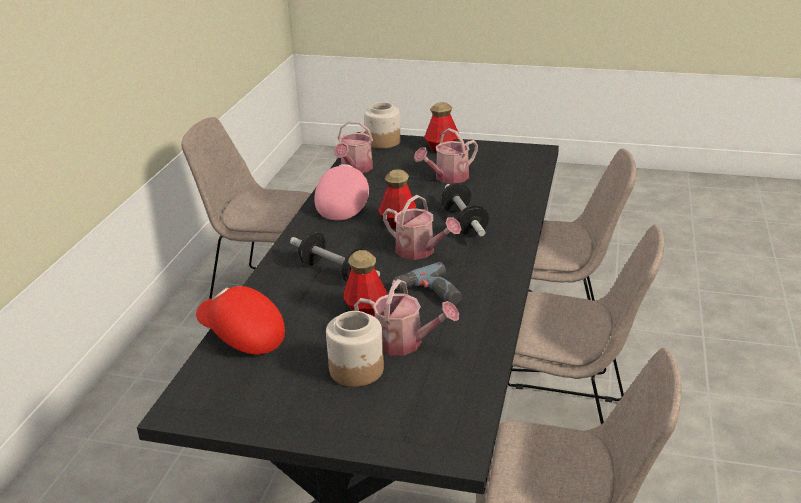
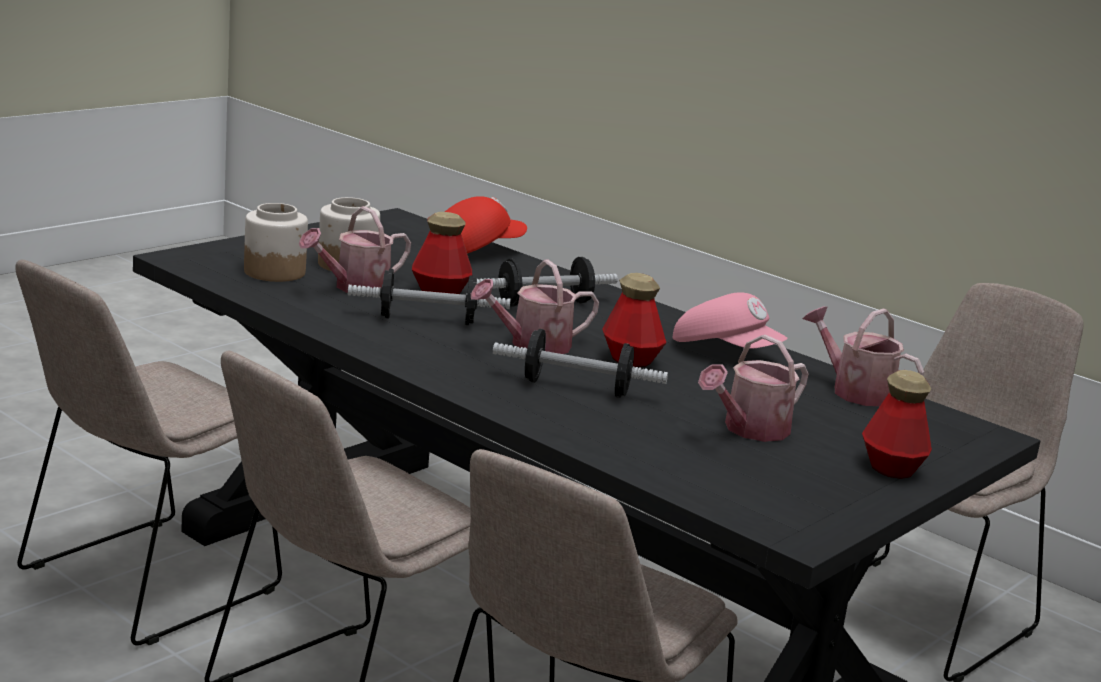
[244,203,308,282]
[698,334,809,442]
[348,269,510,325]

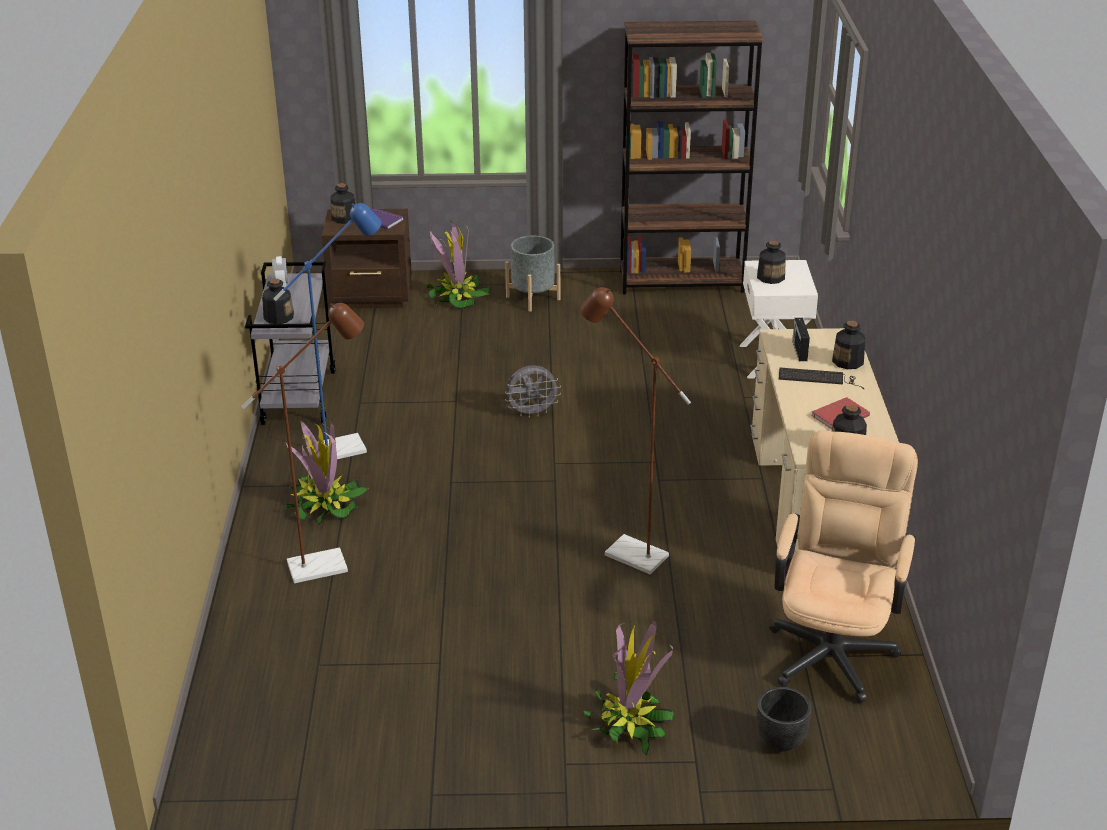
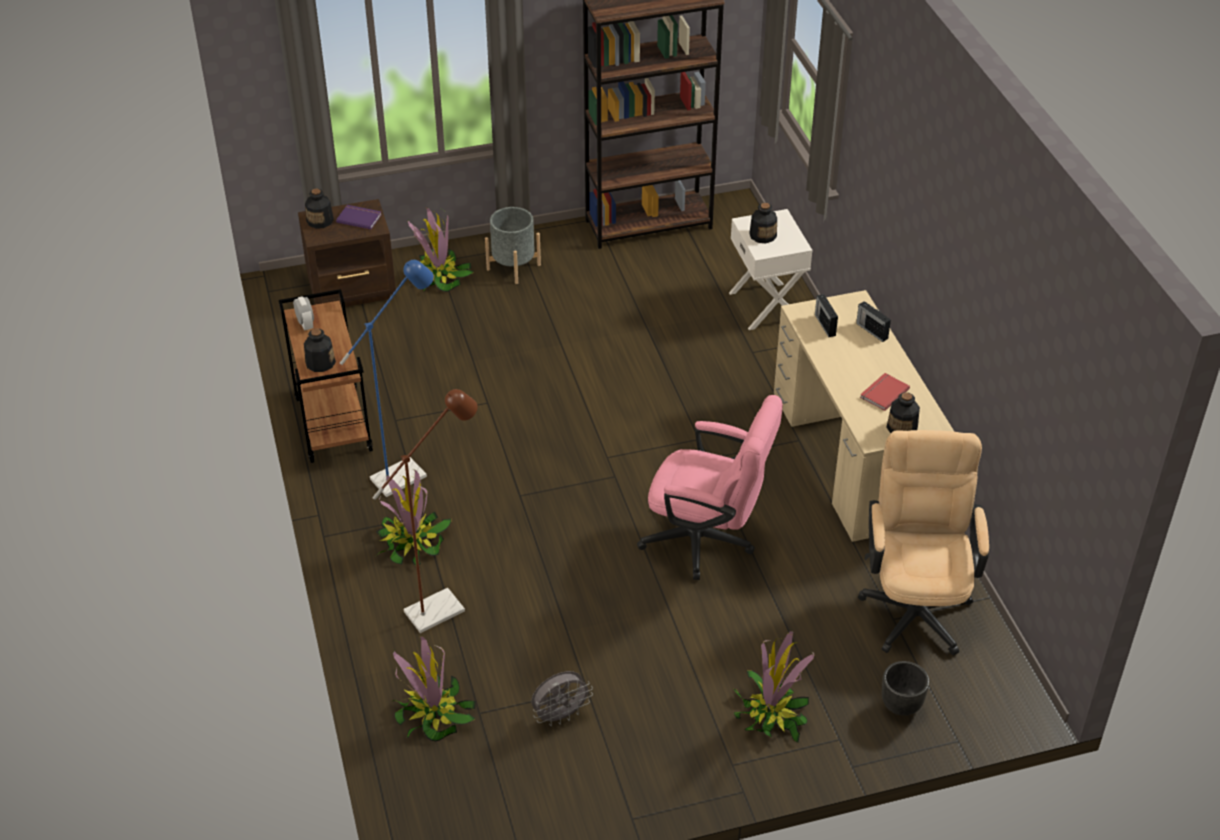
[279,289,373,463]
[637,395,783,580]
[856,301,891,342]
[531,671,593,726]
[779,367,864,389] (first image)
[393,636,476,742]

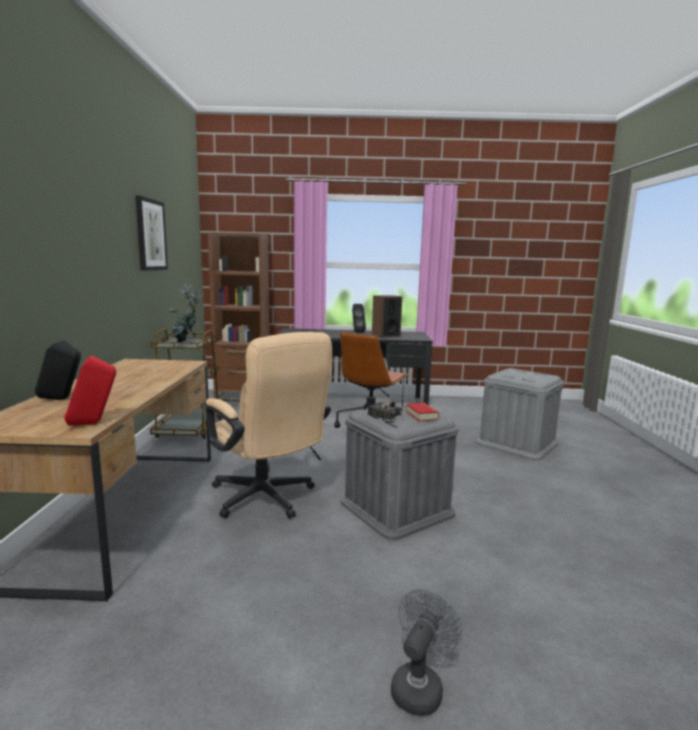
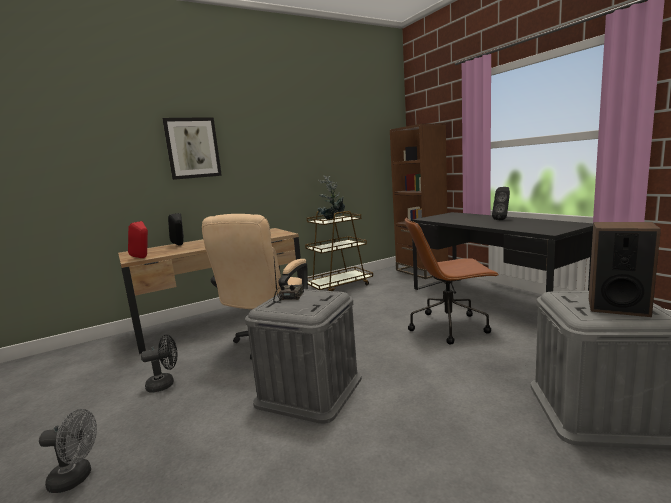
[162,117,222,180]
[589,222,661,317]
[406,403,439,421] (first image)
[141,334,177,393]

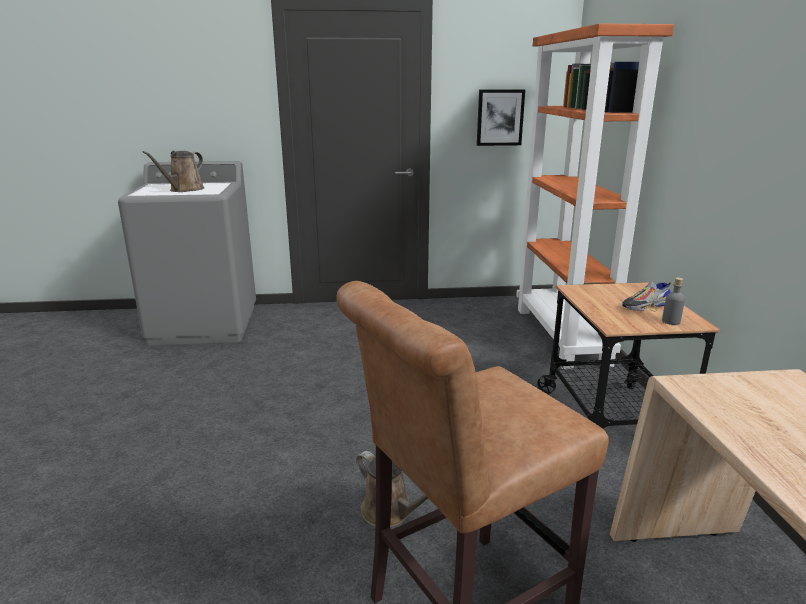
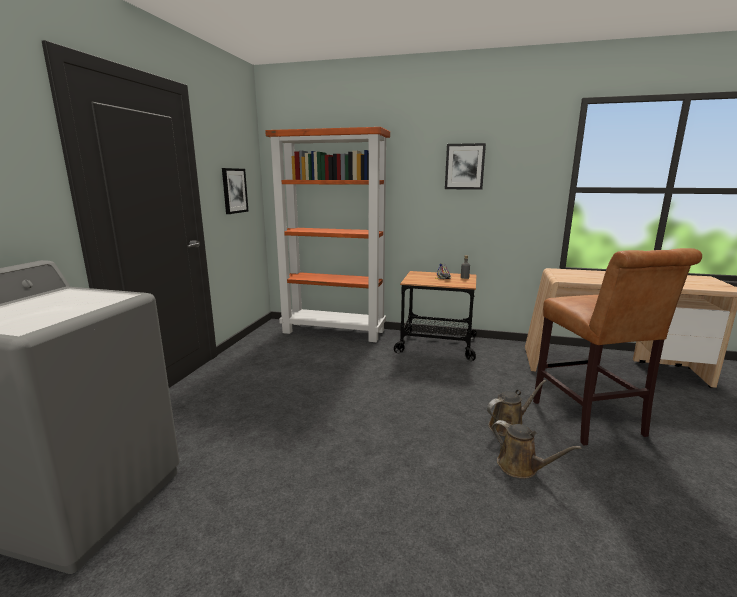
[491,420,582,479]
[445,143,486,190]

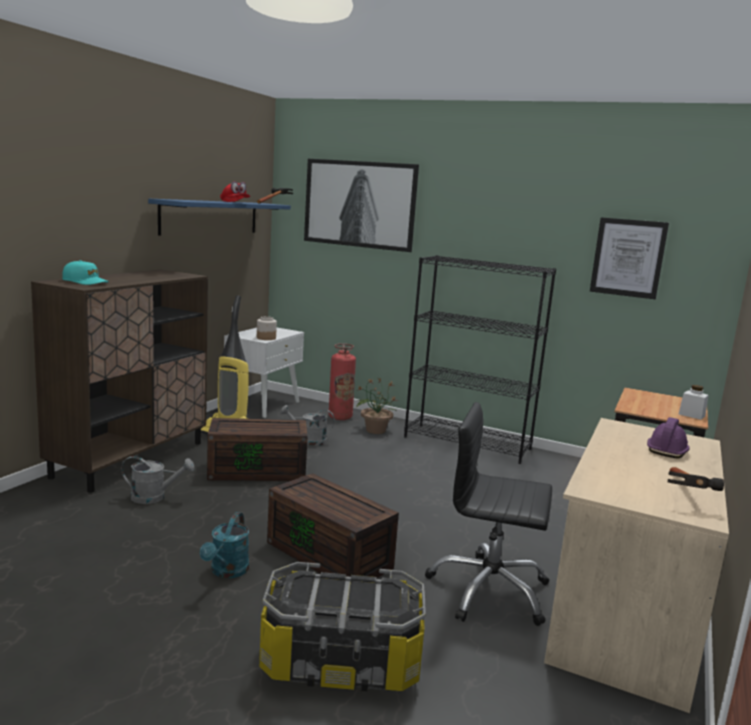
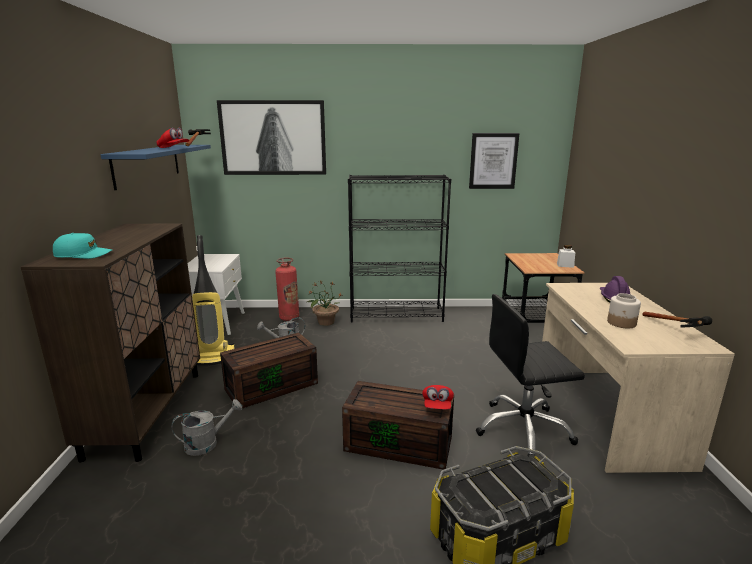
[607,293,641,328]
[200,512,249,578] (first image)
[422,385,454,409]

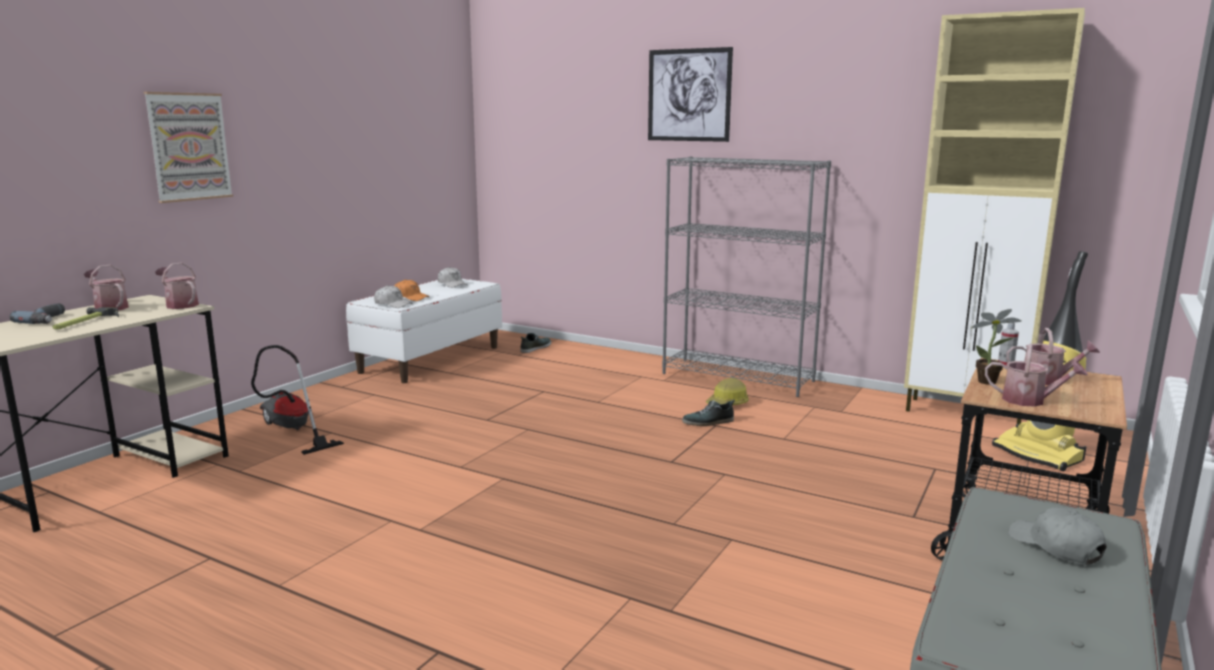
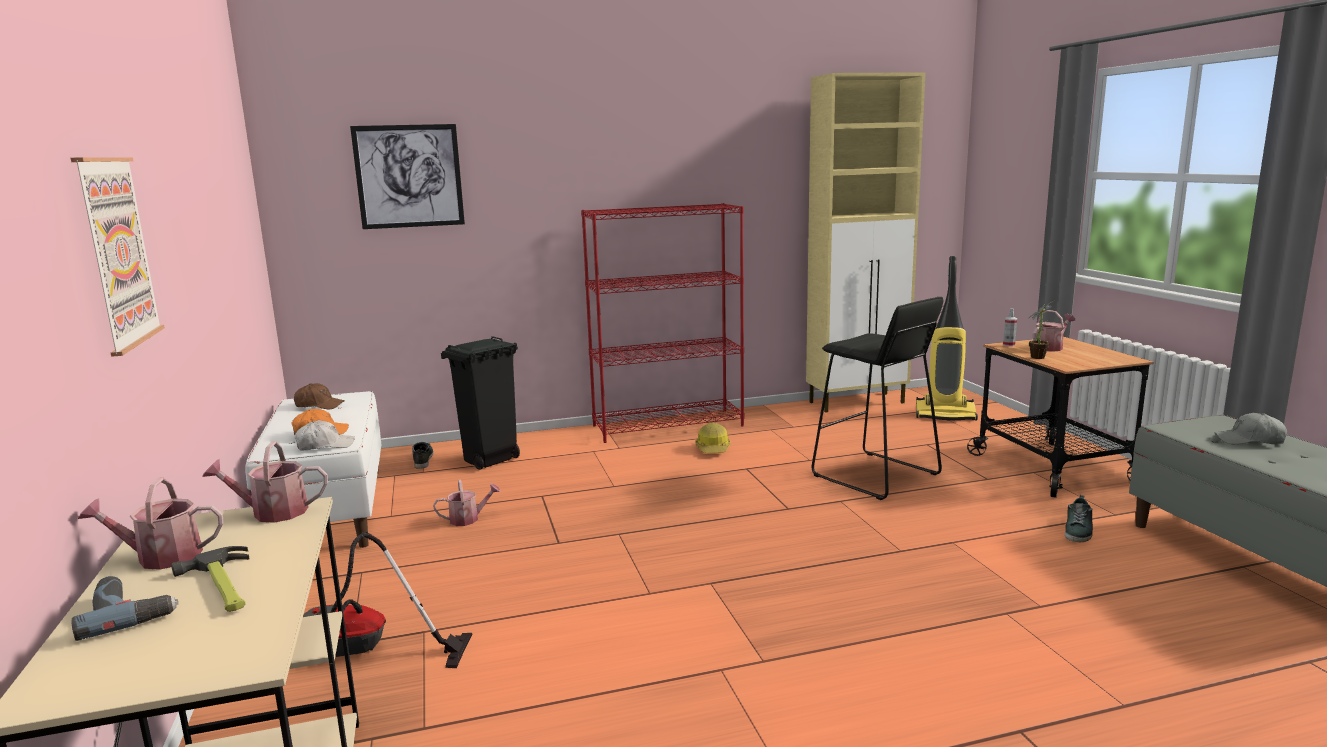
[350,124,465,229]
[581,203,744,443]
[294,383,345,409]
[433,479,501,526]
[1065,495,1093,542]
[812,297,943,500]
[441,336,520,470]

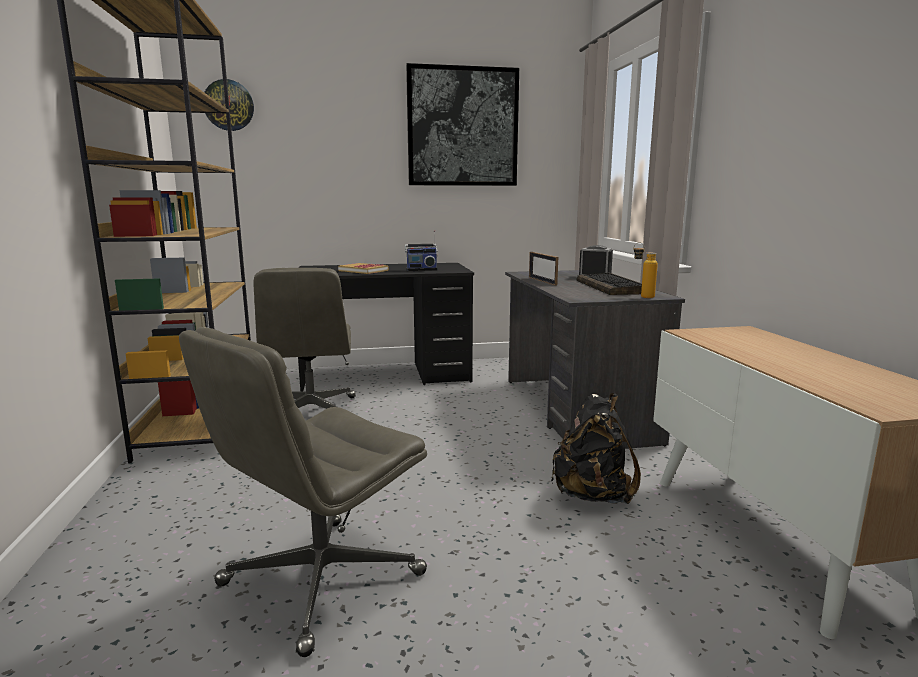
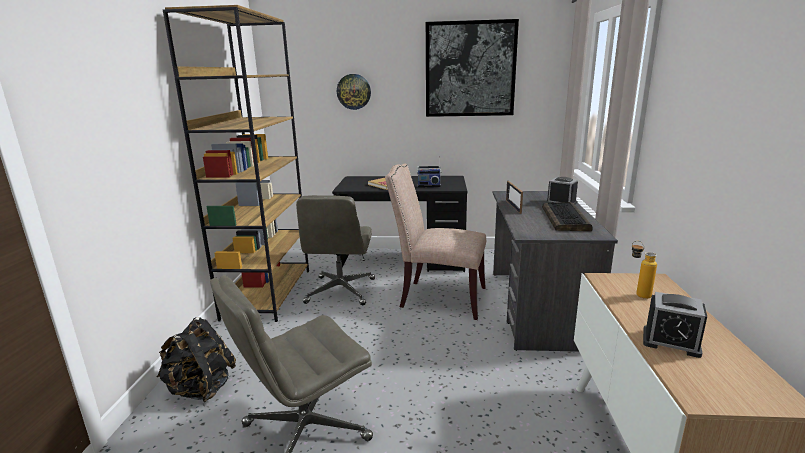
[337,74,371,110]
[632,241,657,299]
[157,317,236,402]
[385,164,486,320]
[643,292,707,358]

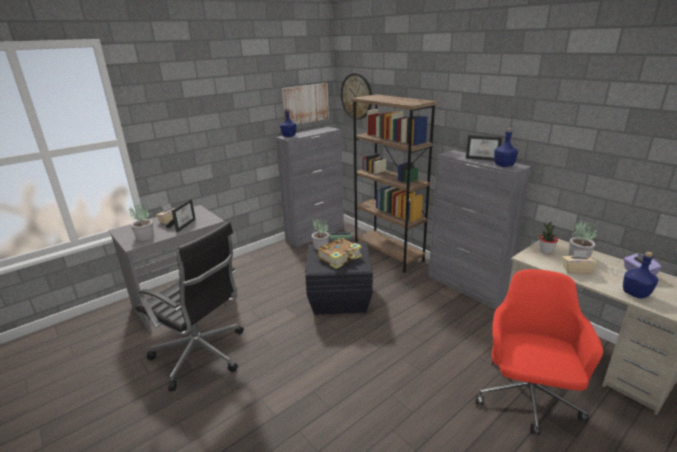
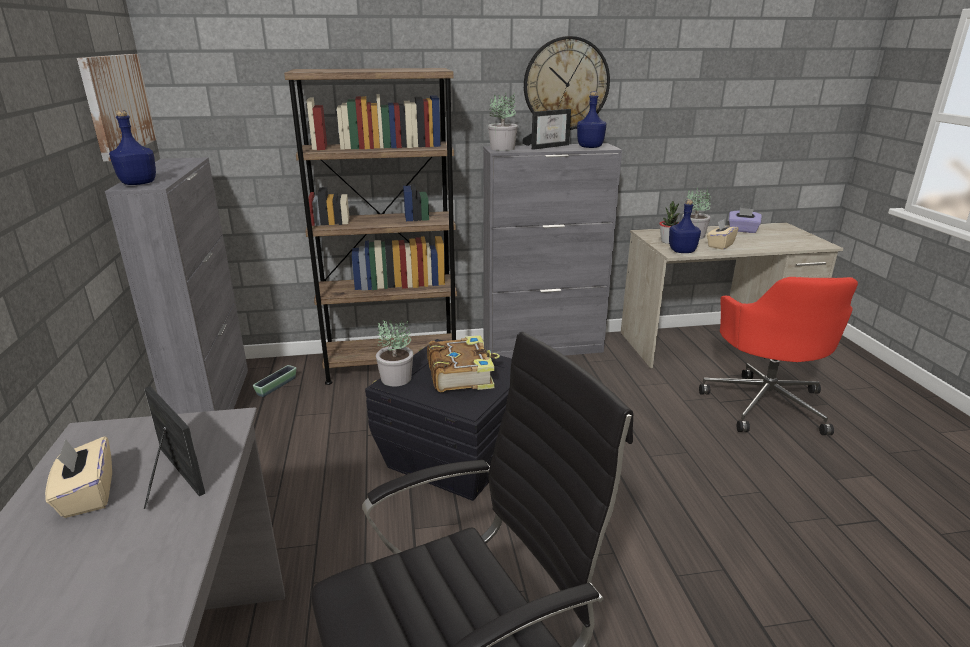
[524,36,610,130]
[488,93,518,151]
[669,199,701,253]
[699,277,858,435]

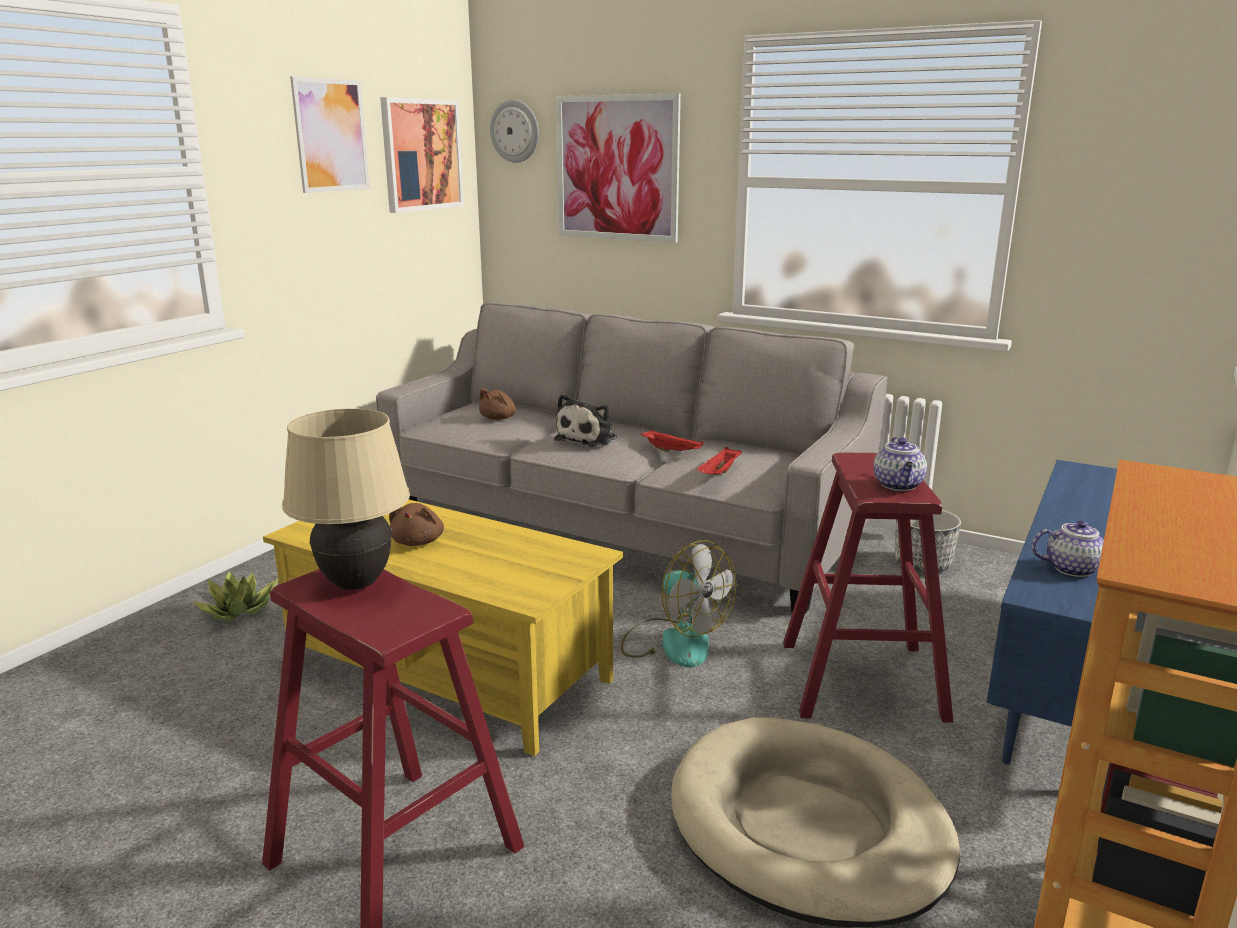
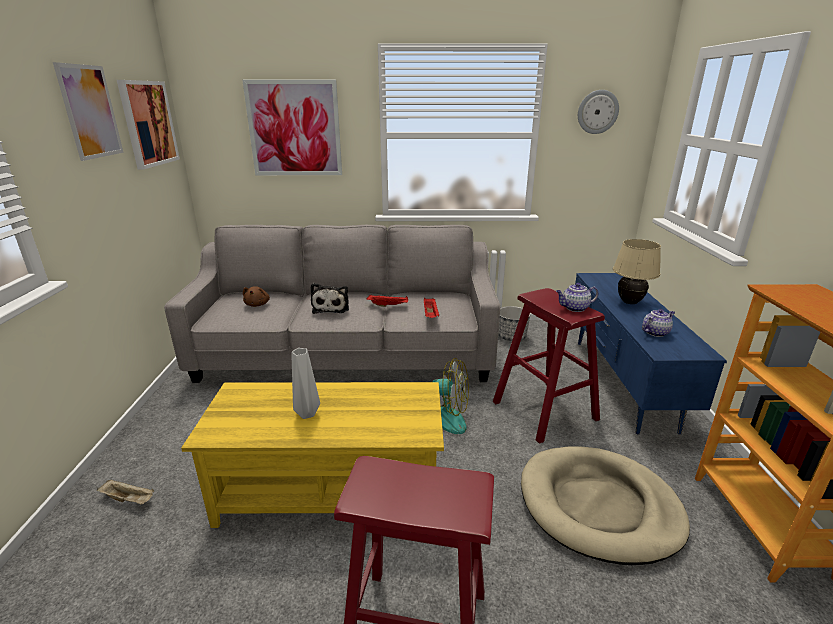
[578,90,619,134]
[613,239,661,304]
[556,283,599,312]
[291,348,320,419]
[97,479,154,505]

